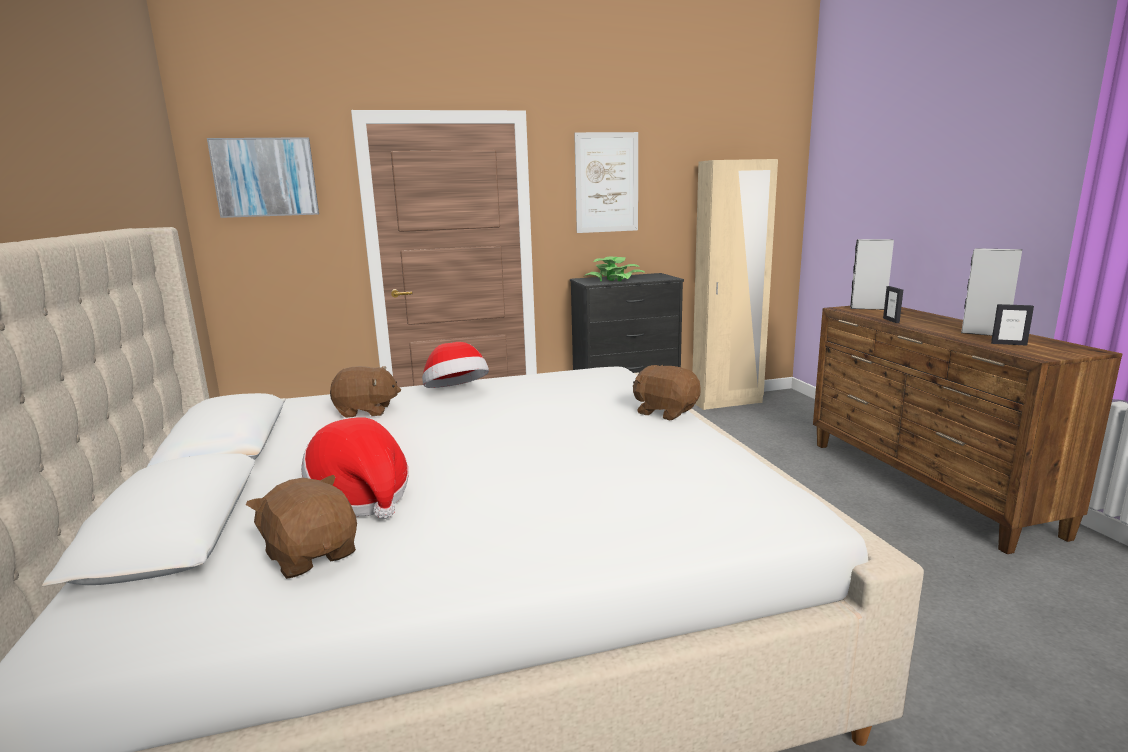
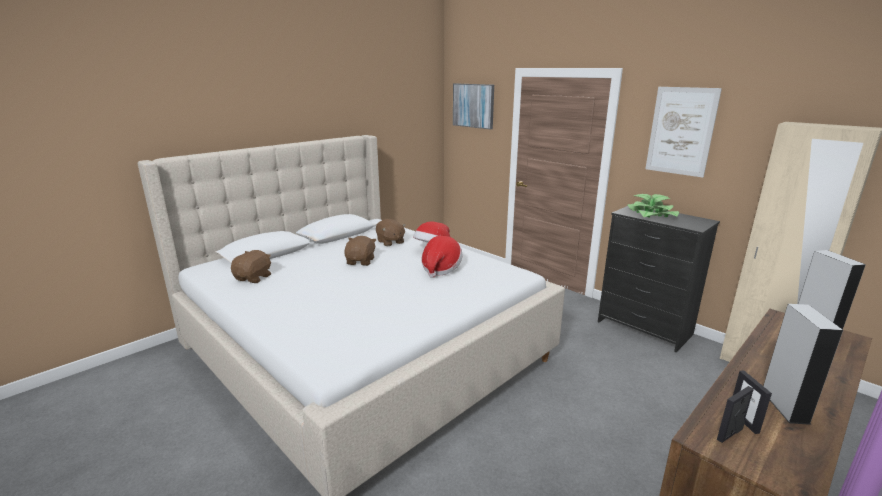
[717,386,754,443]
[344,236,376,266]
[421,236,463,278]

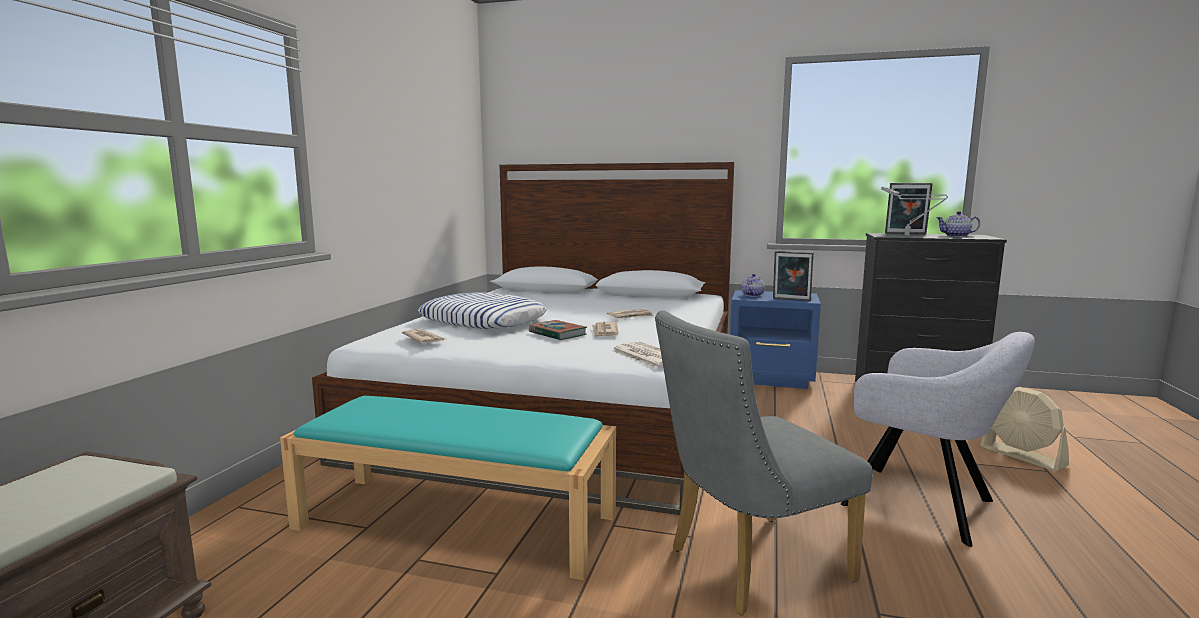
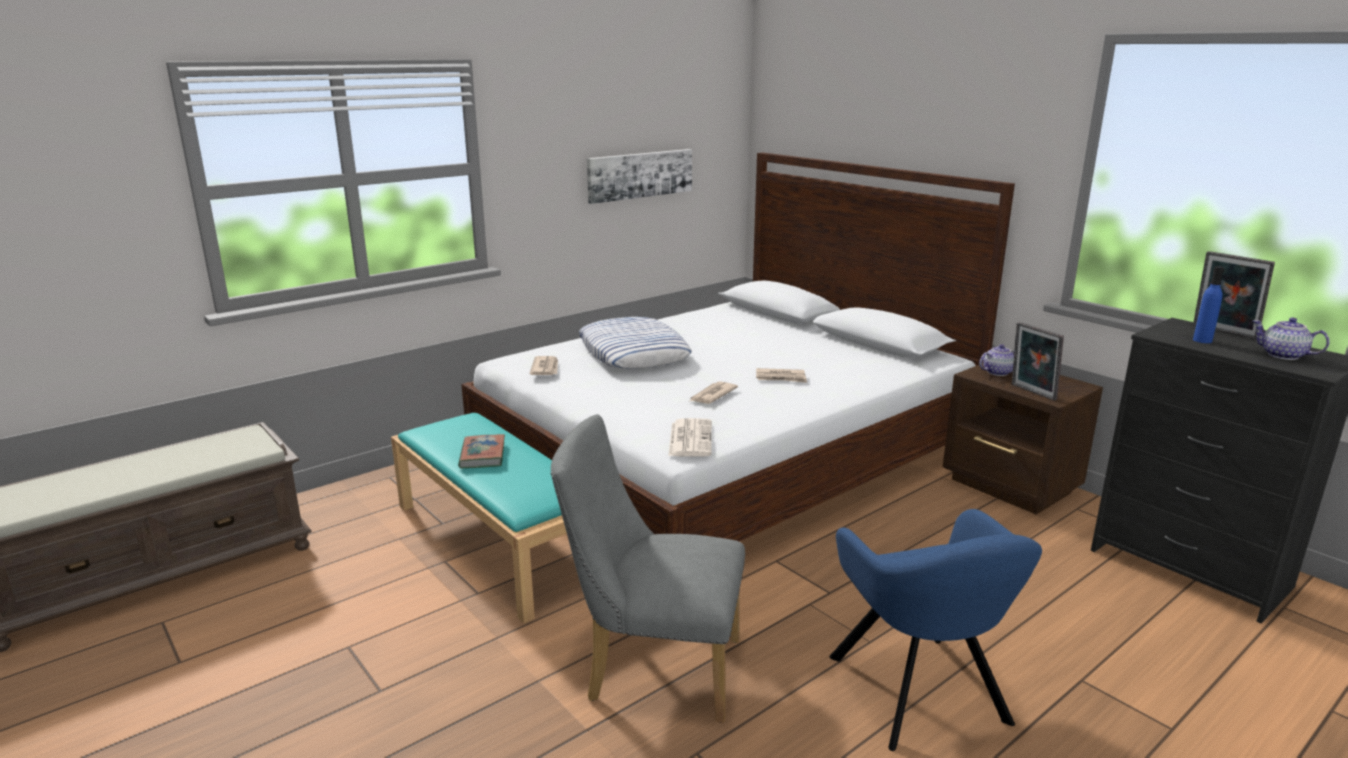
[1193,266,1224,343]
[943,363,1103,515]
[458,434,505,469]
[830,509,1042,751]
[980,387,1069,471] (first image)
[587,149,692,204]

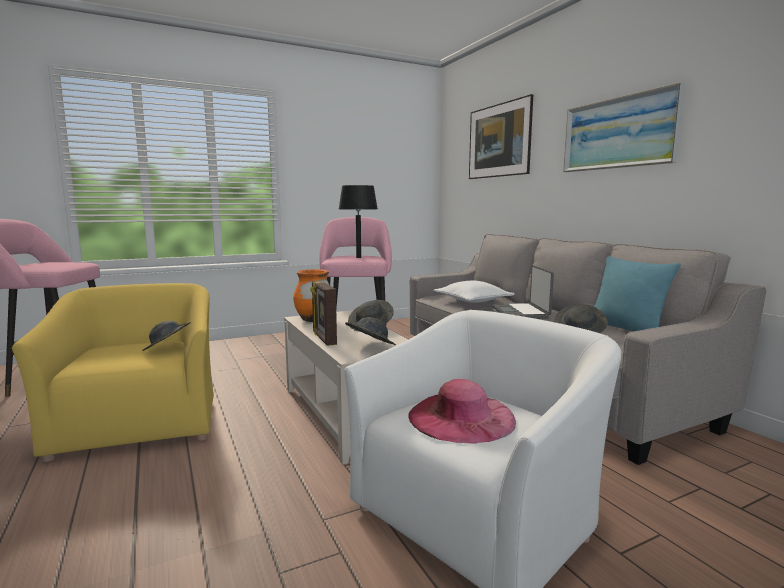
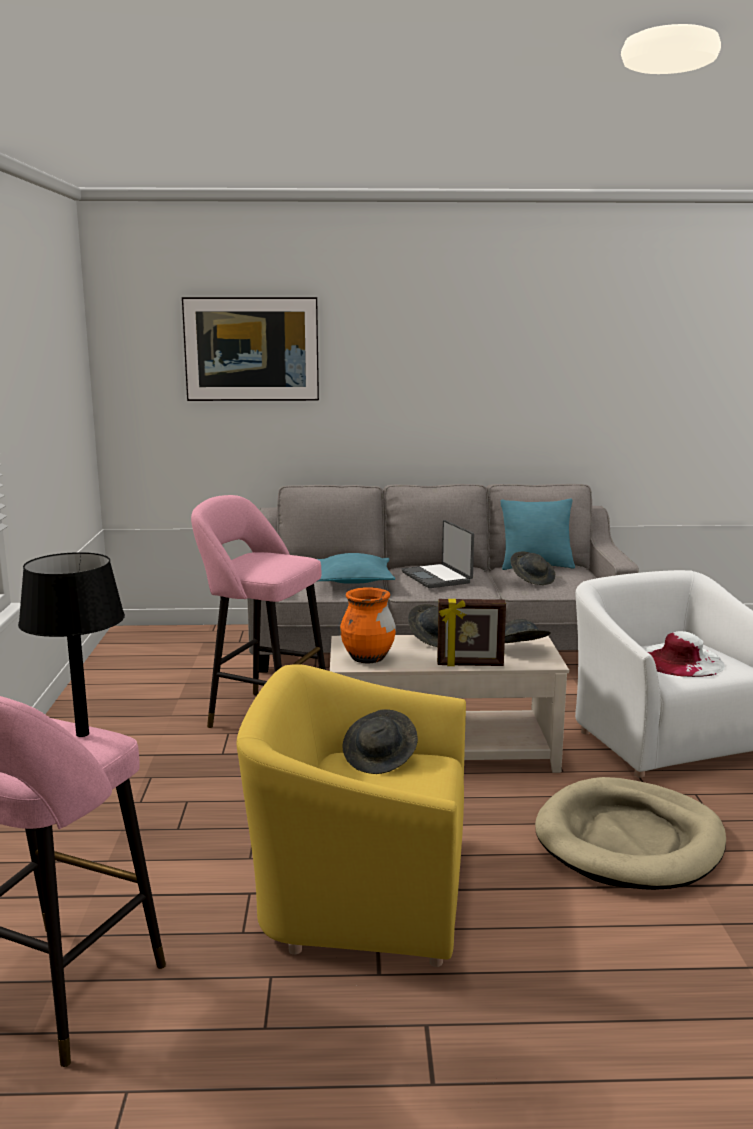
[563,82,685,172] (first image)
[18,552,125,737]
[401,520,474,588]
[317,553,395,584]
[644,631,725,677]
[535,777,726,890]

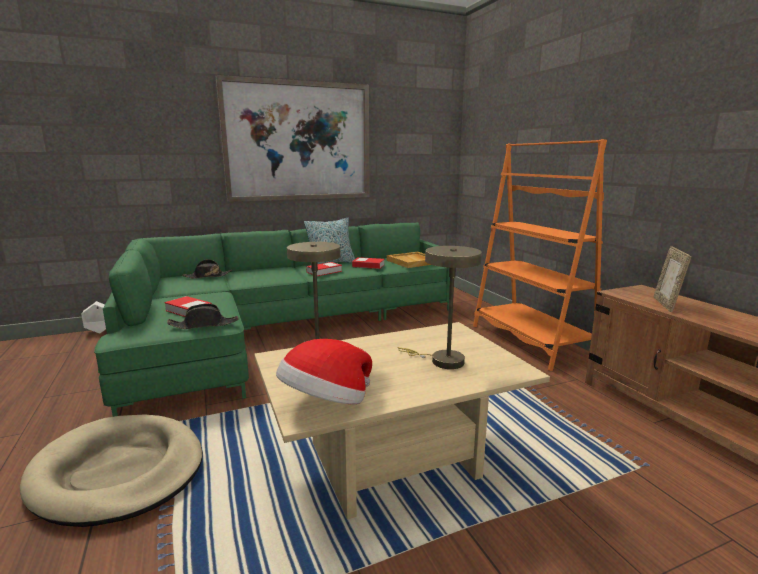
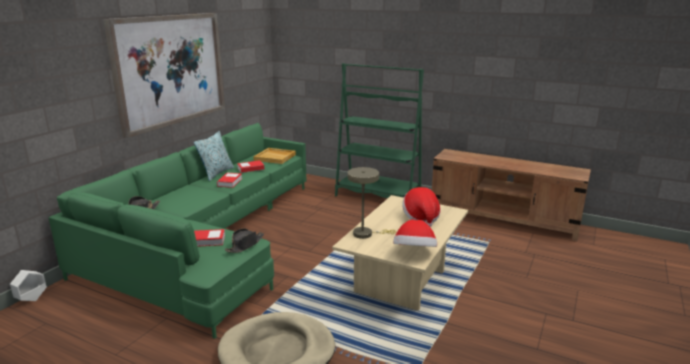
[335,63,424,198]
[402,187,441,227]
[654,246,691,312] (first image)

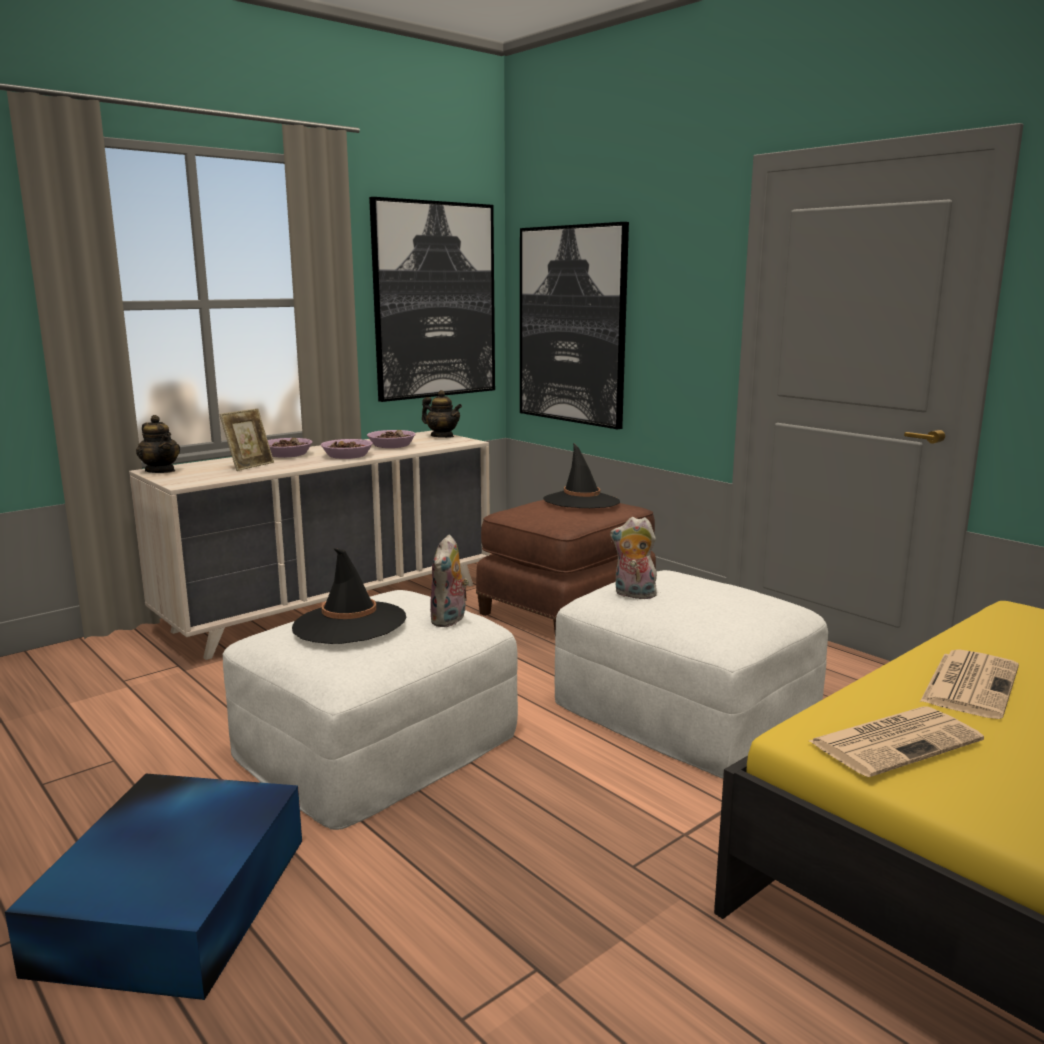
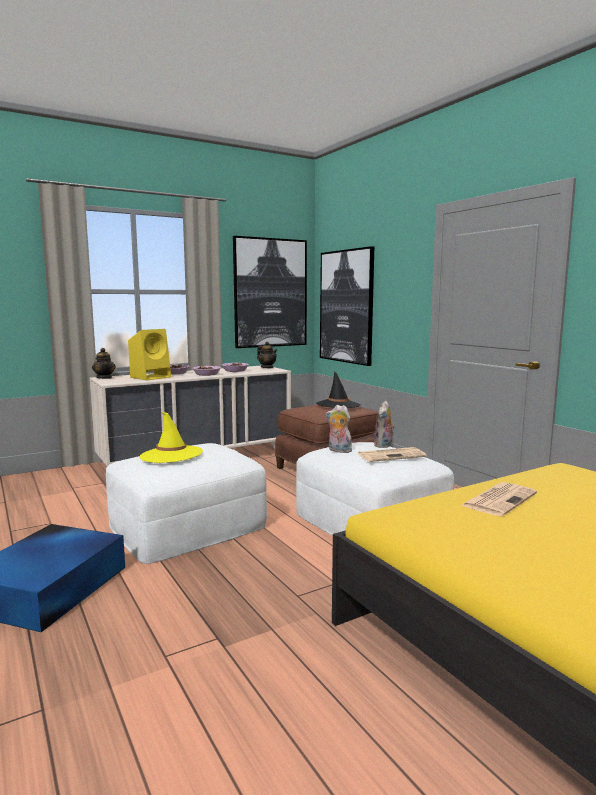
[128,329,171,380]
[374,401,395,448]
[139,412,203,463]
[358,447,427,462]

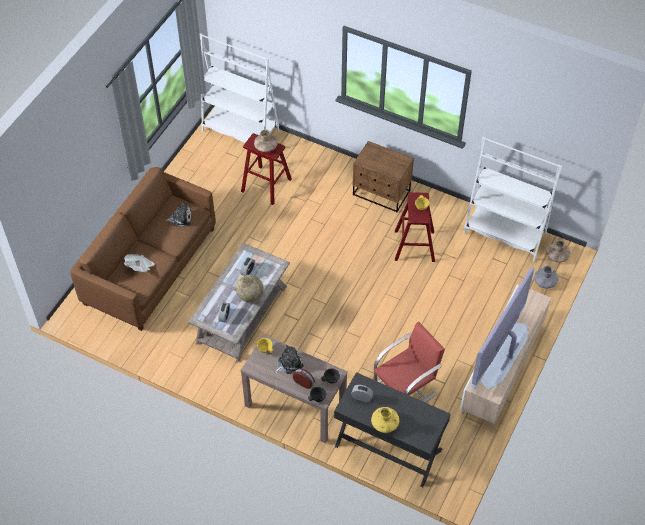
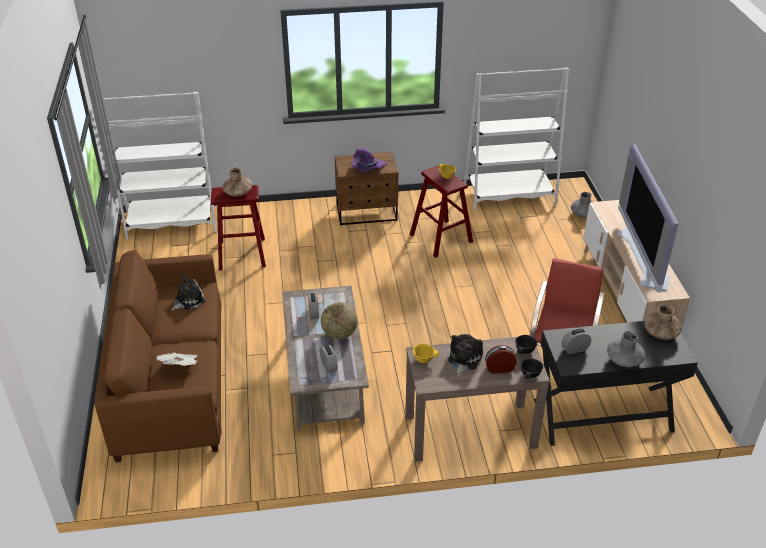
[644,304,682,340]
[607,331,646,367]
[351,149,387,172]

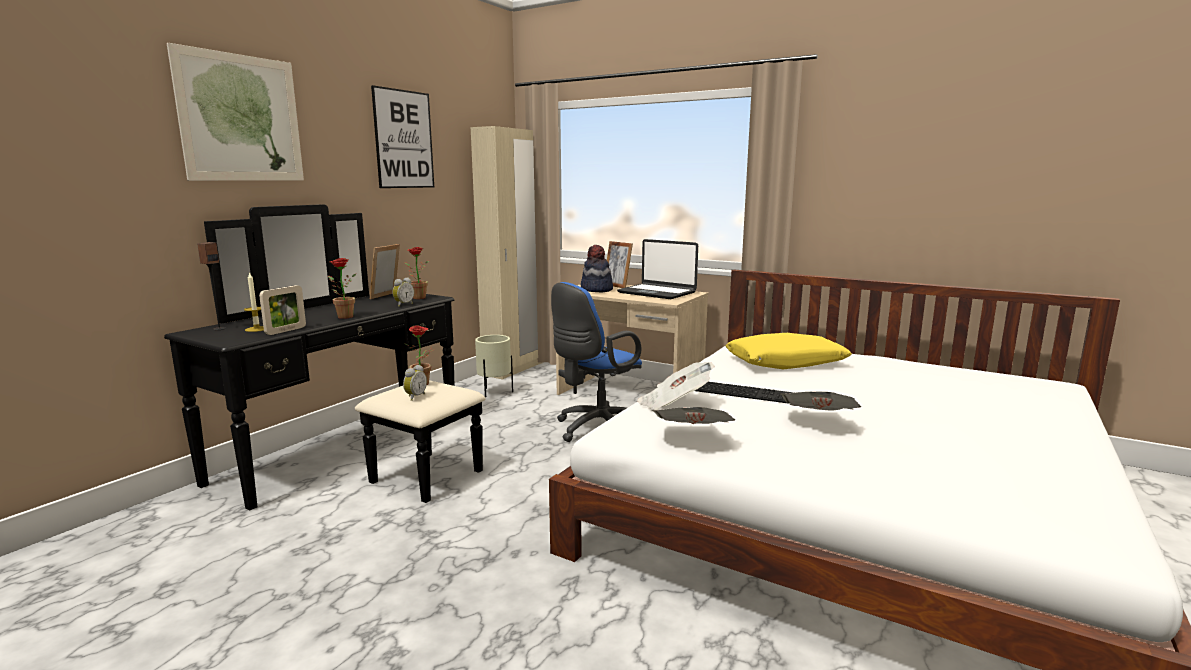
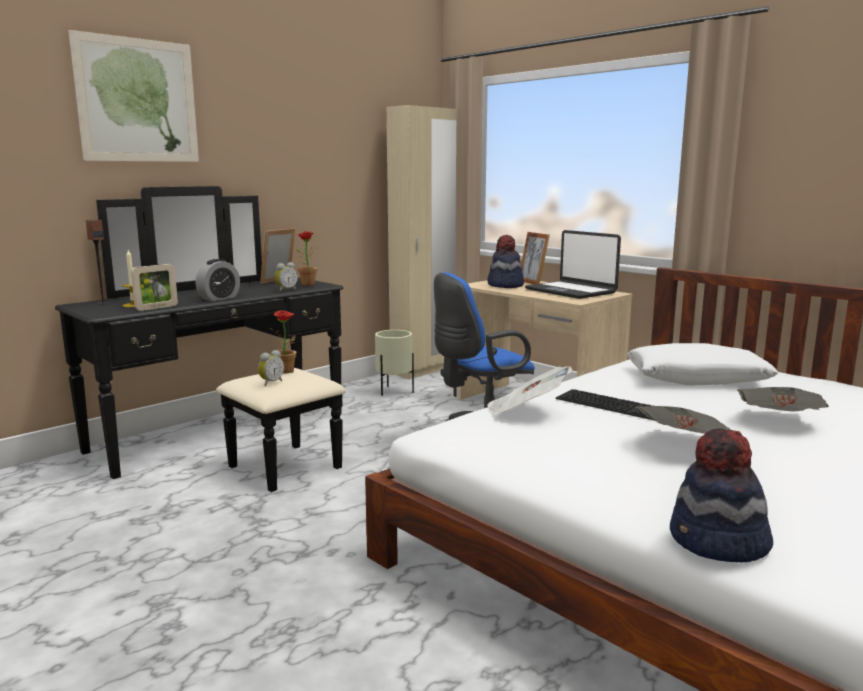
[371,85,434,188] (first image)
[196,259,240,301]
[628,343,778,386]
[737,387,829,411]
[670,428,773,562]

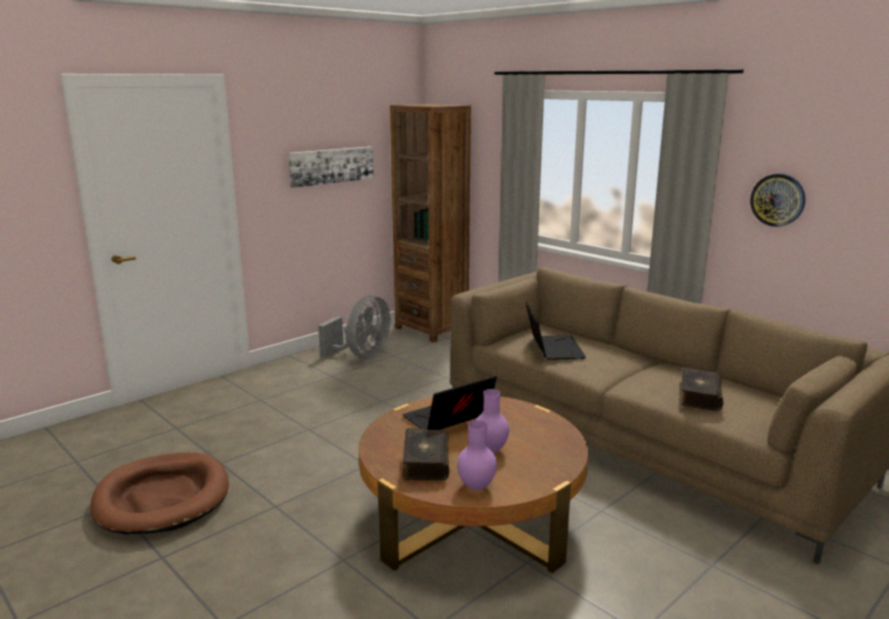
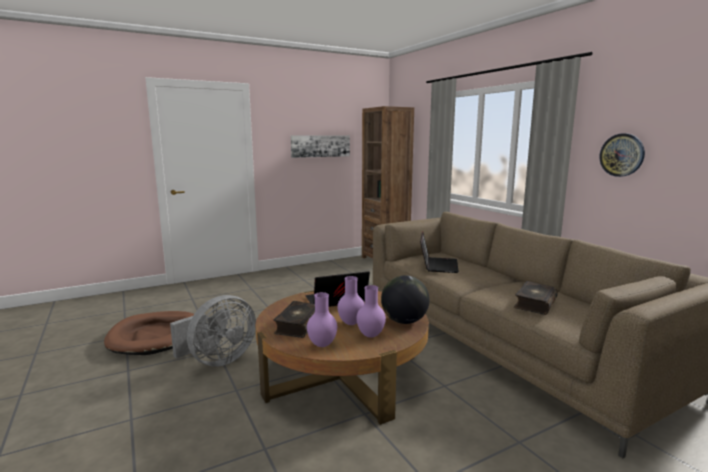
[170,295,256,367]
[381,275,430,324]
[356,285,386,338]

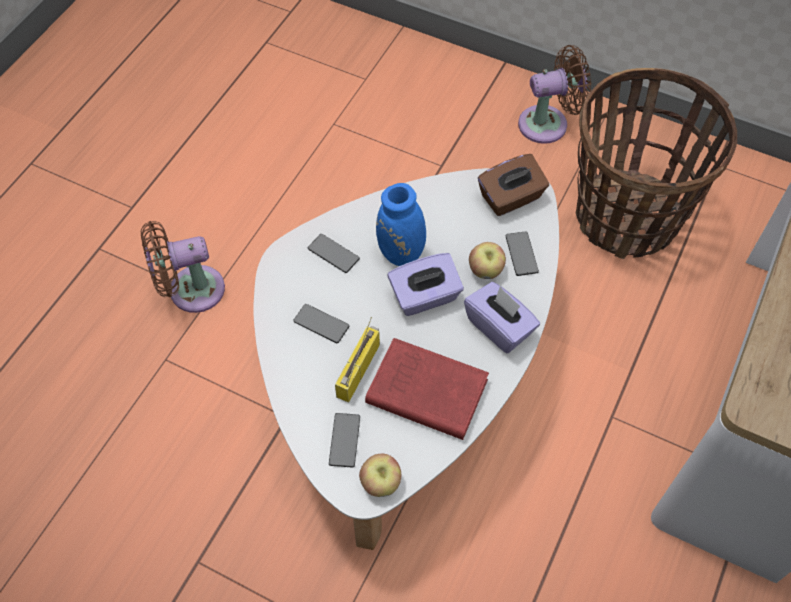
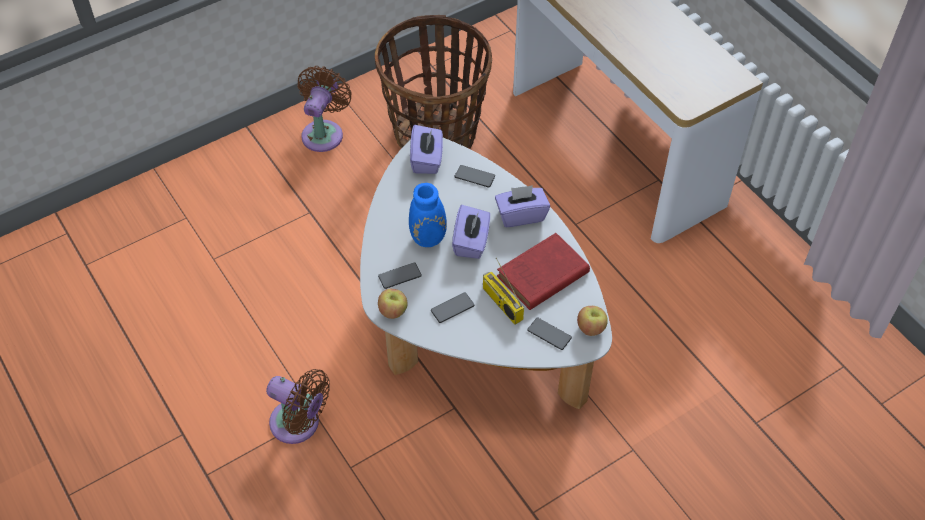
[410,125,443,174]
[266,369,330,444]
[378,289,407,319]

